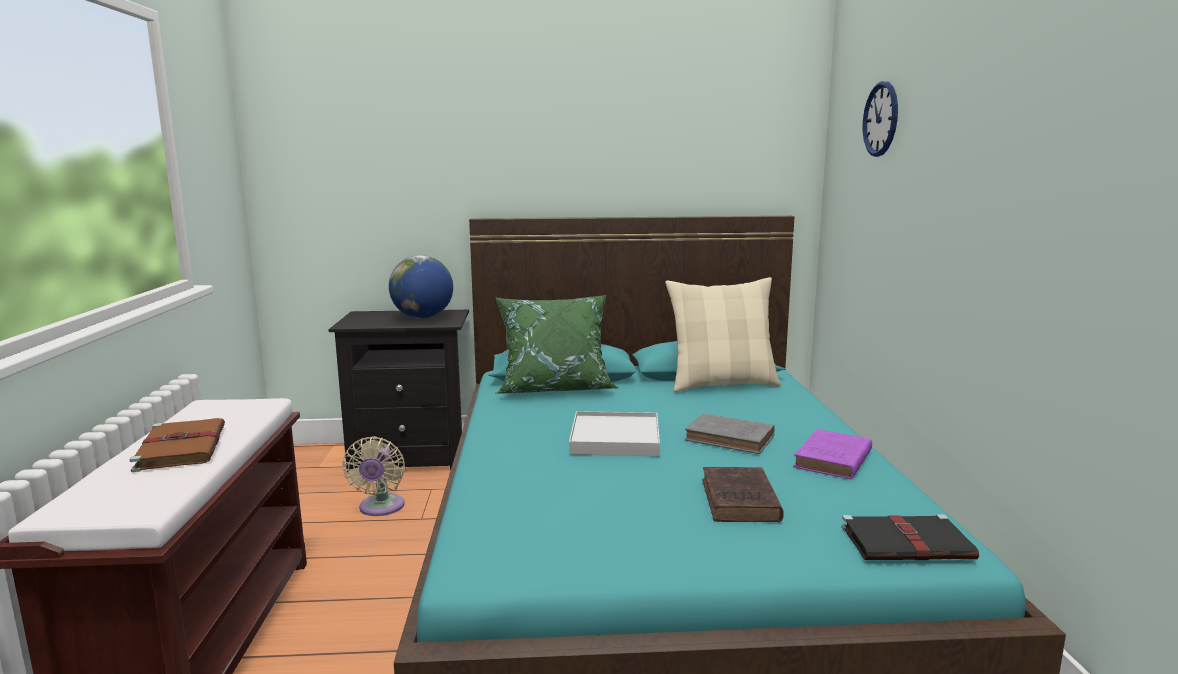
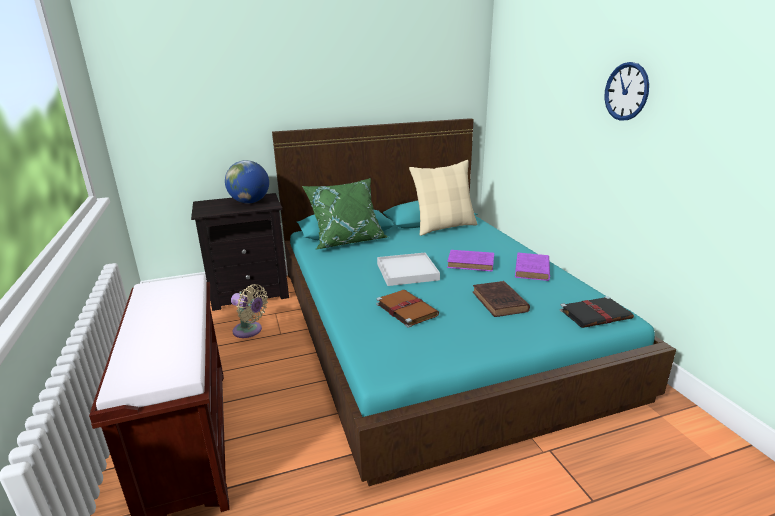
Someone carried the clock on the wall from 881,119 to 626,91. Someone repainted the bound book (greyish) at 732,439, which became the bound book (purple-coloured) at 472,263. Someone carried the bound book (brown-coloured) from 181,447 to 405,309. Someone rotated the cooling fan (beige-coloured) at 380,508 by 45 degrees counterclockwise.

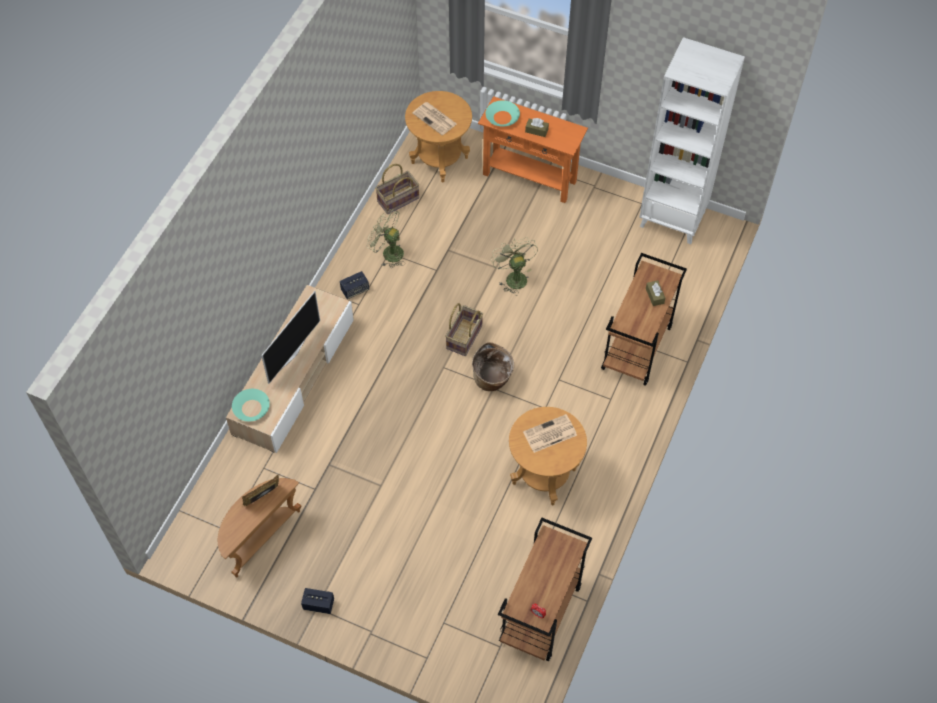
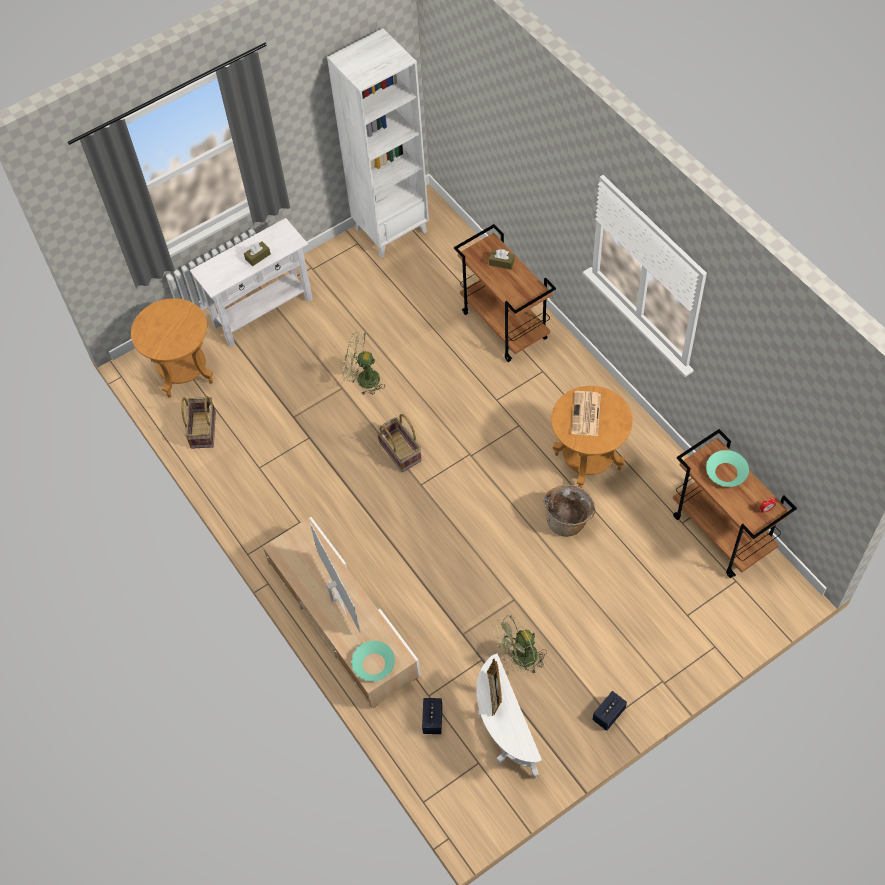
Someone repainted the console table (orange) at 529,178, which became the console table (white) at 263,312. Someone carried the bowl (turquoise) from 502,117 to 726,472. Someone took away the printed paper at 435,119. Someone carried the cooling fan (greenish) from 388,252 to 520,659. Someone carried the audio speaker from 355,290 to 432,720. Someone carried the basket from 492,380 to 568,521. Someone repainted the side table (brown-coloured) at 260,537, which became the side table (white) at 504,734.

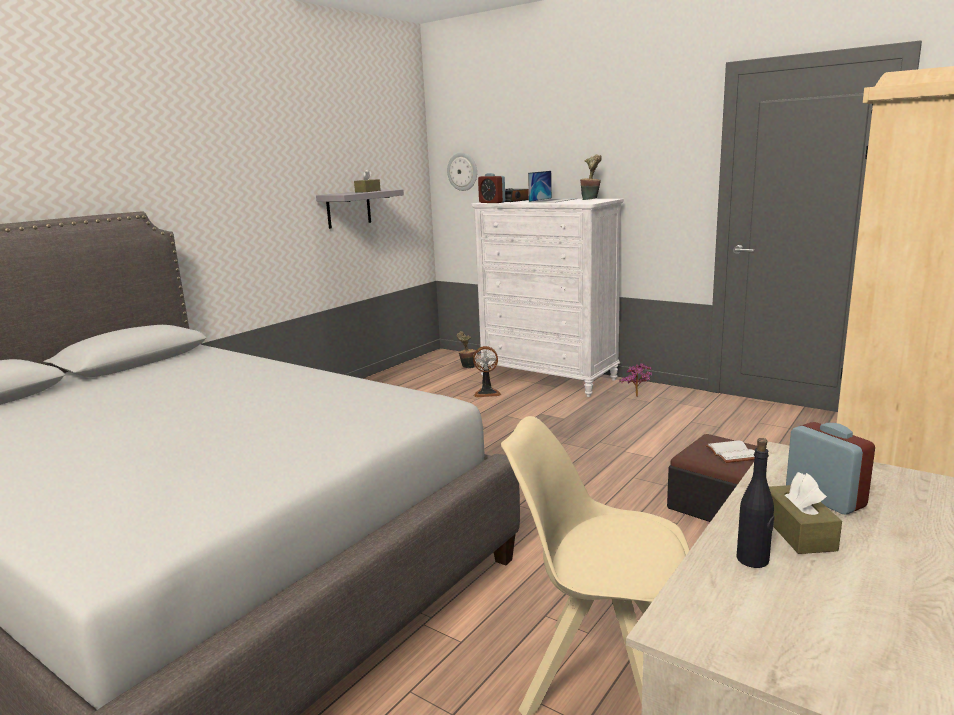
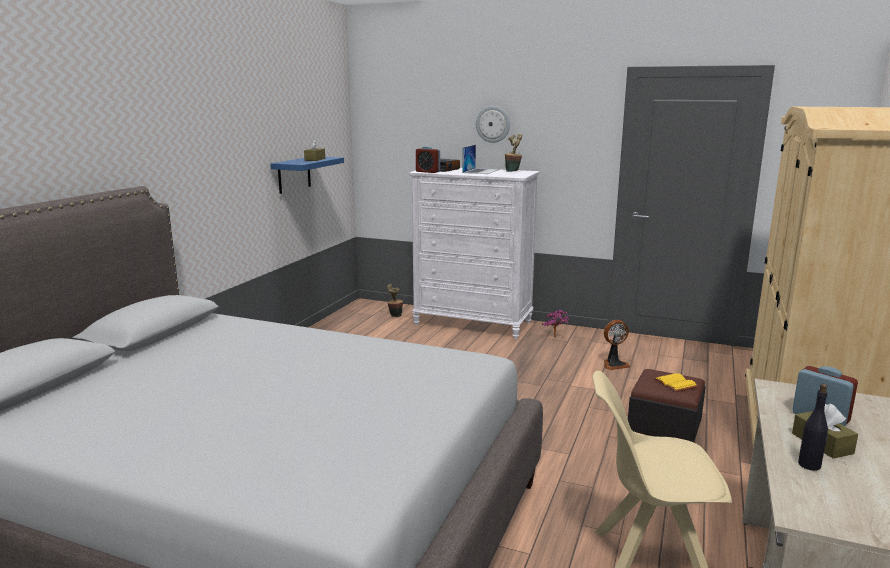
Someone carried the clock on the wall from 462,171 to 493,124. Someone repainted the bracket shelf (greyish) at 348,209, which became the bracket shelf (blue-coloured) at 294,174. Someone carried the cooling fan from 487,393 to 614,364. Someone repainted the bound book (white) at 730,453, which became the bound book (yellow-coloured) at 674,384.

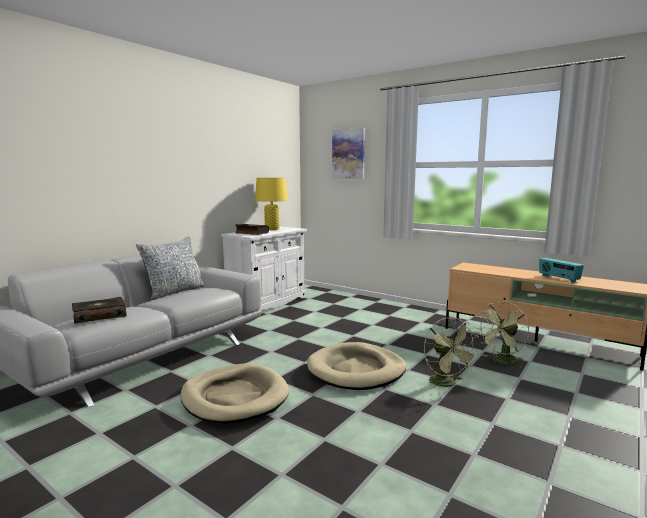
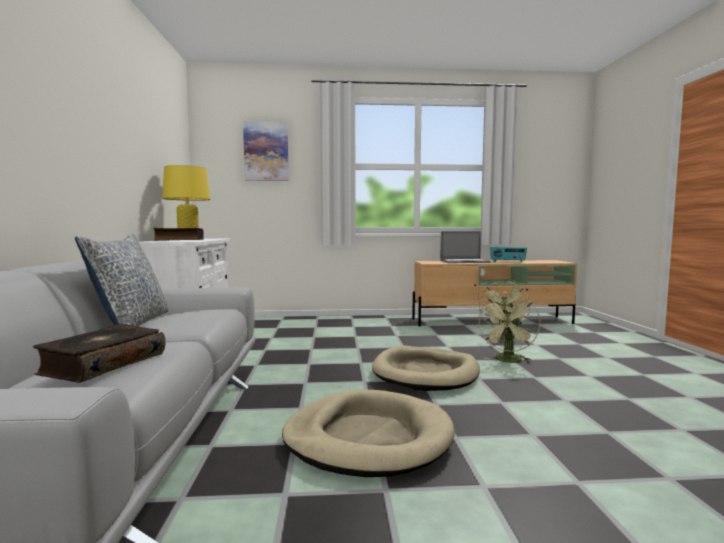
Someone rotated the cooling fan (greenish) at 447,384 by 90 degrees clockwise. Someone put down the laptop at 464,261.

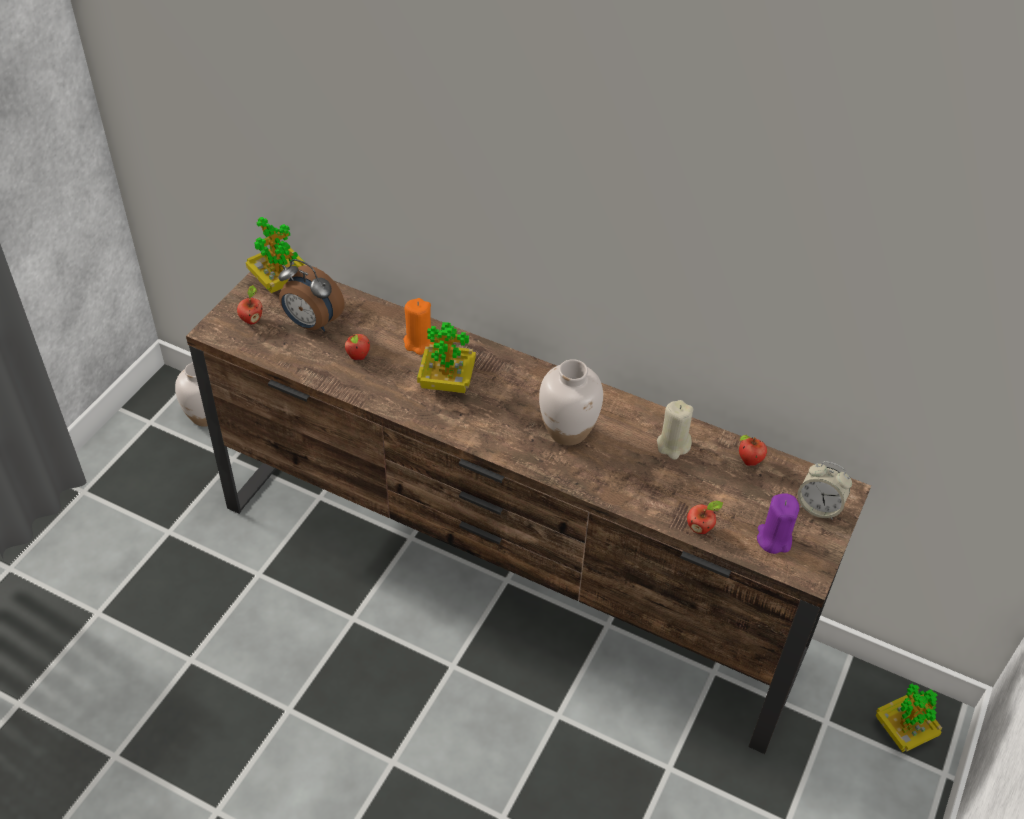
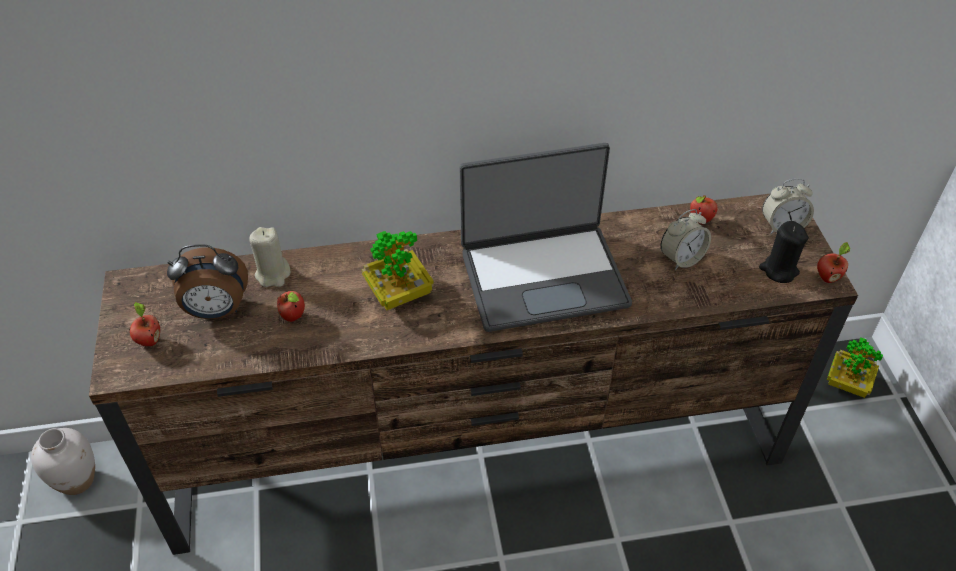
Someone took away the plant in a pot at 279,281. Someone took away the wax light (orange) at 419,342. Someone swapped the flower vase (white) at 568,431 for the laptop at 543,276. Someone carried the wax light (beige-coloured) from 673,445 to 273,274. Someone repainted the wax light (purple-coloured) at 773,539, which became the wax light (blackish) at 778,270. Someone carried the apple from 700,528 to 827,277. Someone put down the bedside clock at 681,258.

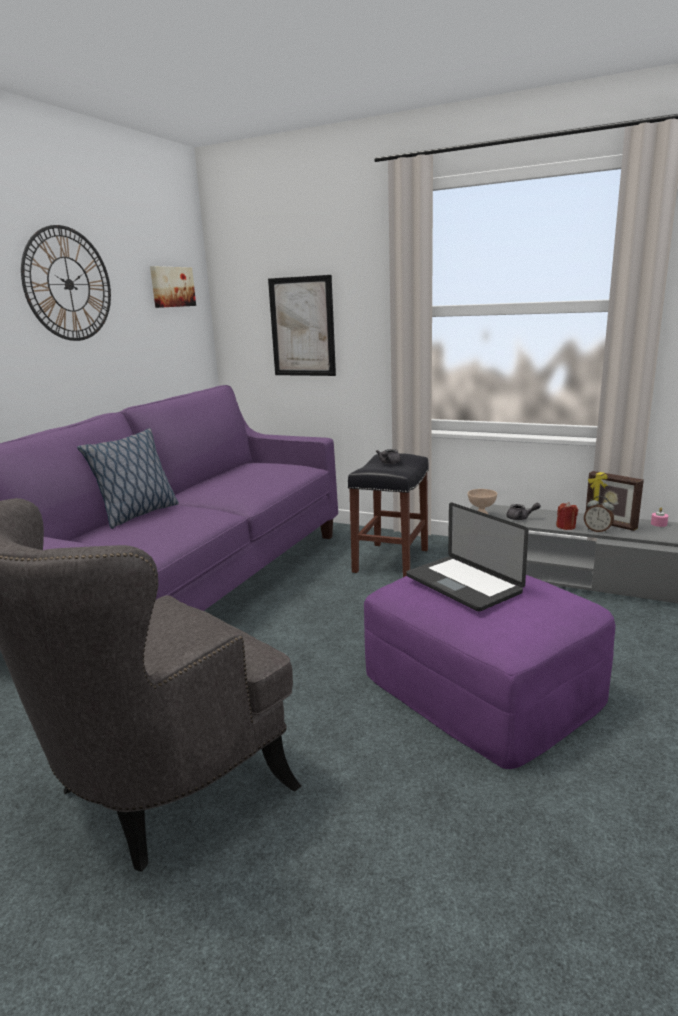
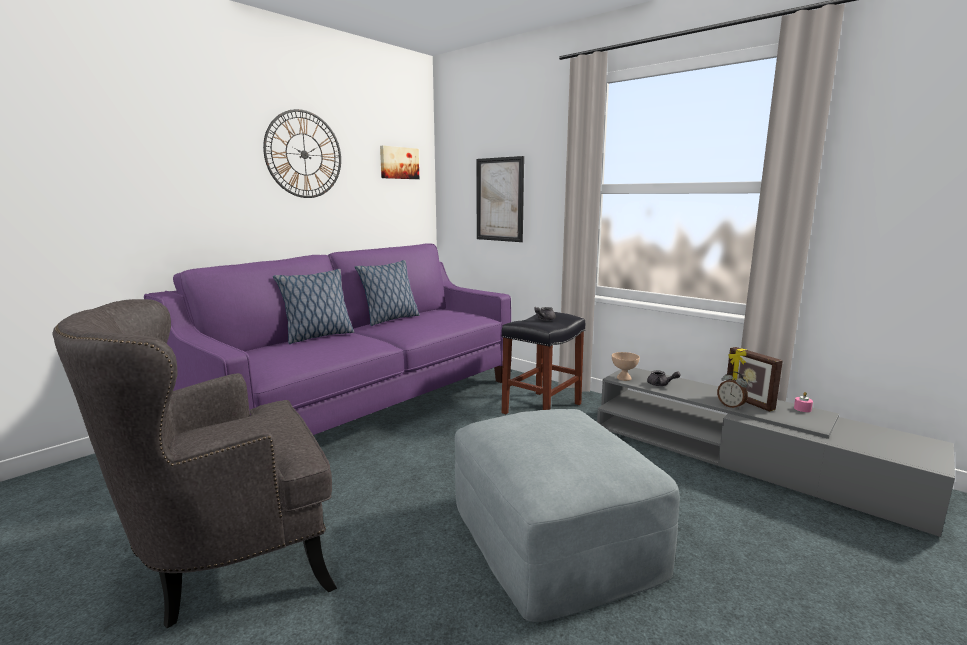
Someone took away the laptop at 463,584. Someone took away the wax light (reddish) at 566,527. Someone repainted the footrest (purple-coloured) at 482,686, which became the footrest (greyish) at 553,535. Someone put down the throw pillow at 390,319.

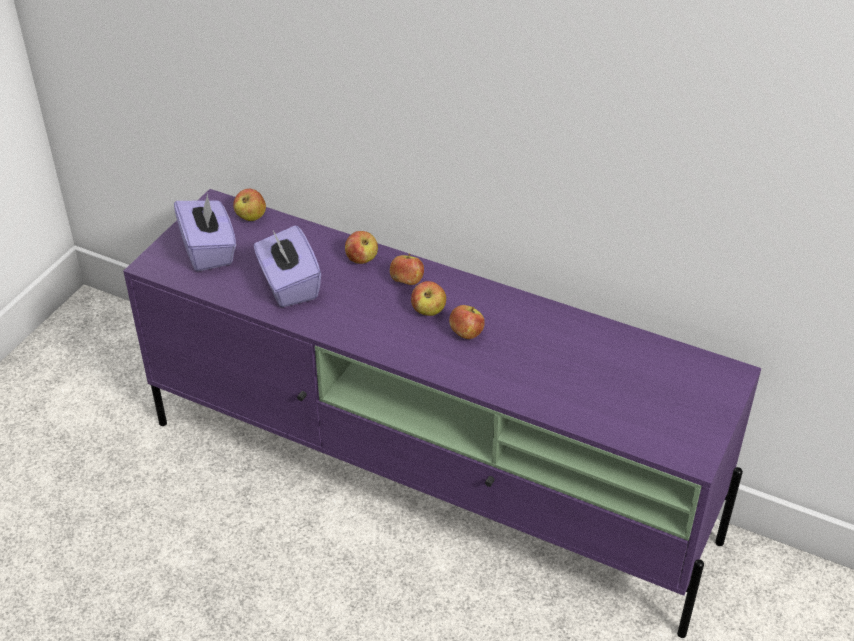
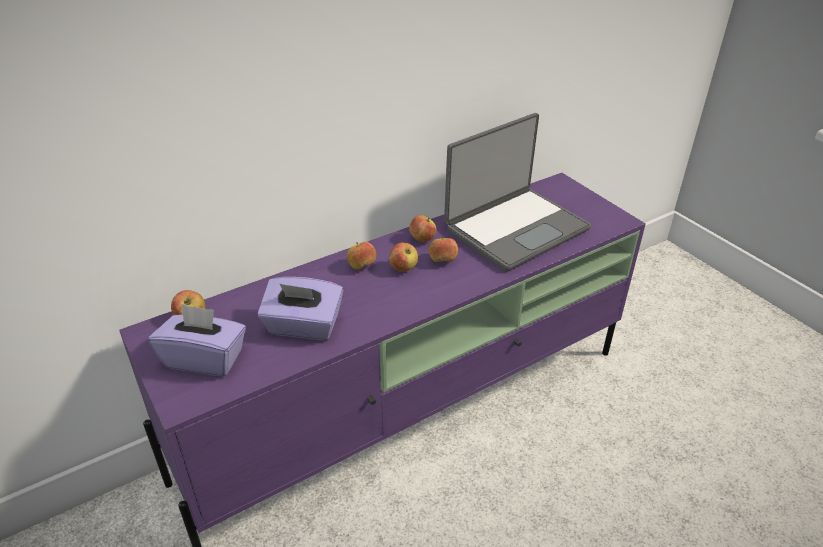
Someone carried the apple from 362,259 to 422,239. Someone put down the laptop at 515,229.

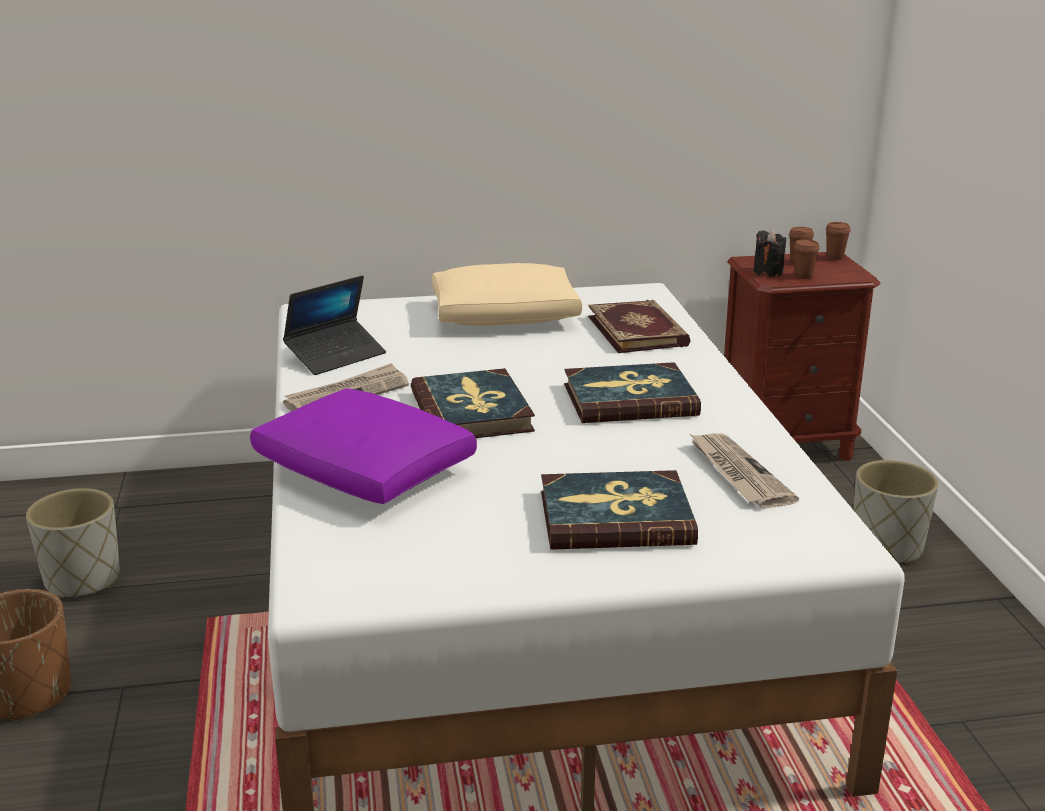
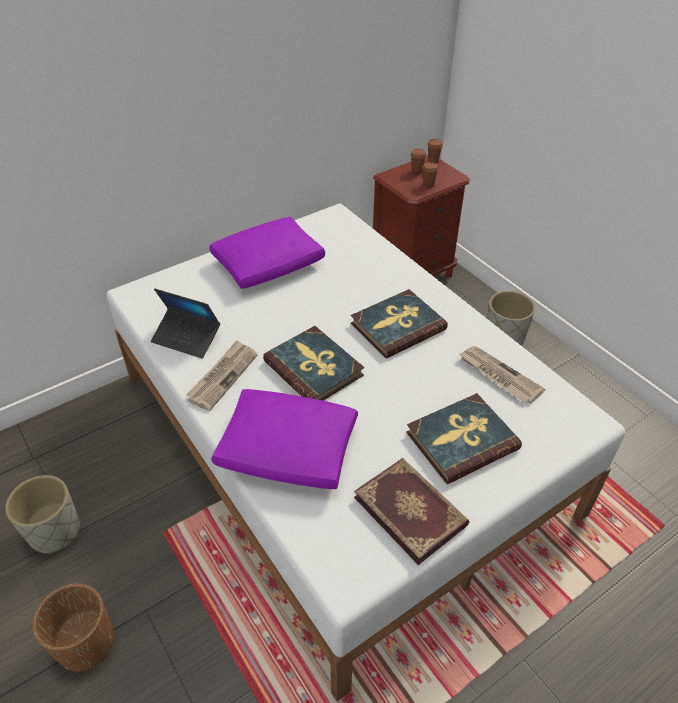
Someone took away the wax light (blackish) at 768,272. Someone repainted the throw pillow (beige-coloured) at 506,316, which became the throw pillow (purple-coloured) at 269,263. Someone rotated the laptop at 336,356 by 90 degrees clockwise. Someone carried the bound book from 639,331 to 411,510.

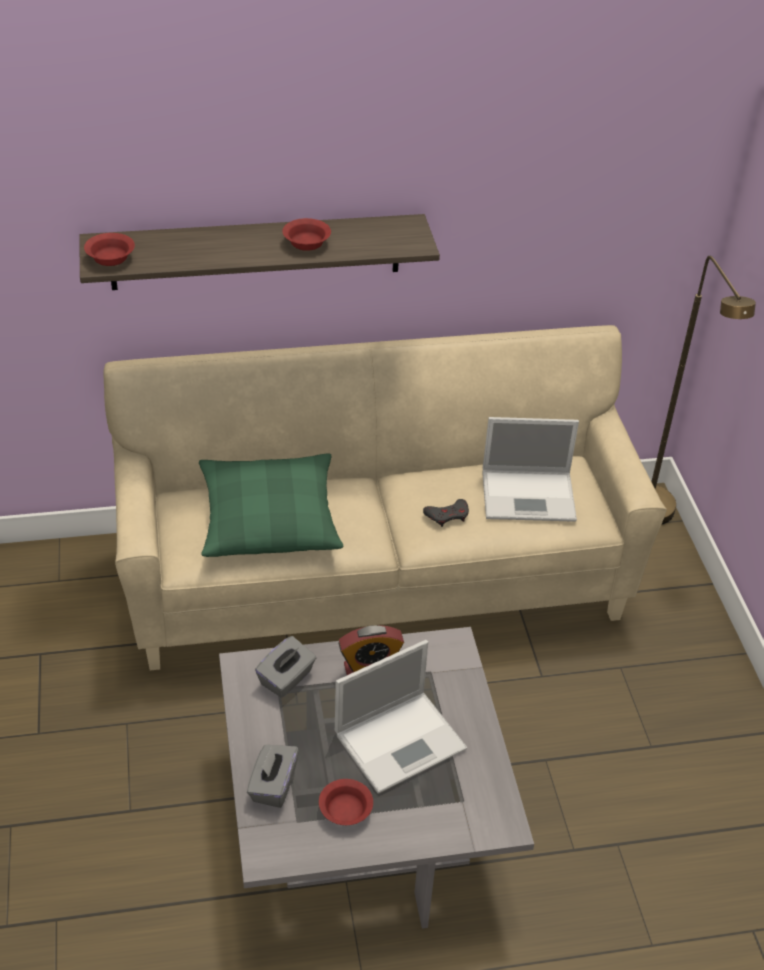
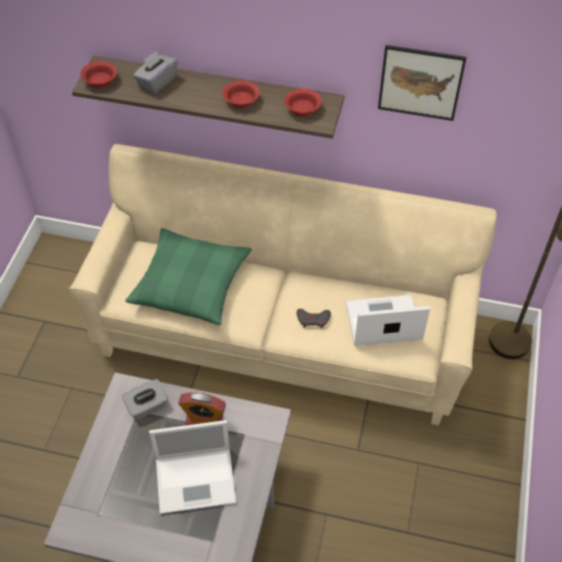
Someone rotated the laptop at 530,495 by 150 degrees clockwise. Someone carried the box of tissues (greyish) from 273,786 to 157,82. Someone carried the bowl (reddish) from 346,811 to 303,109. Someone put up the wall art at 420,82.

